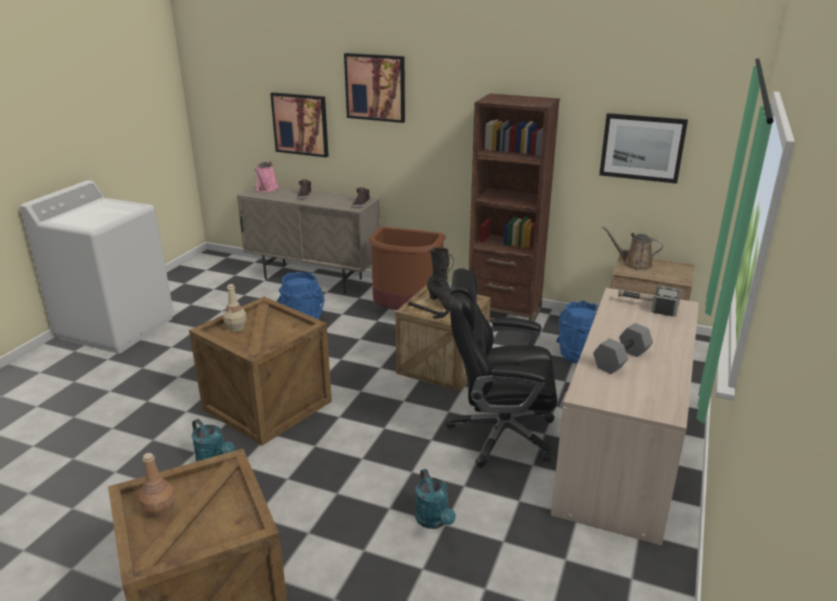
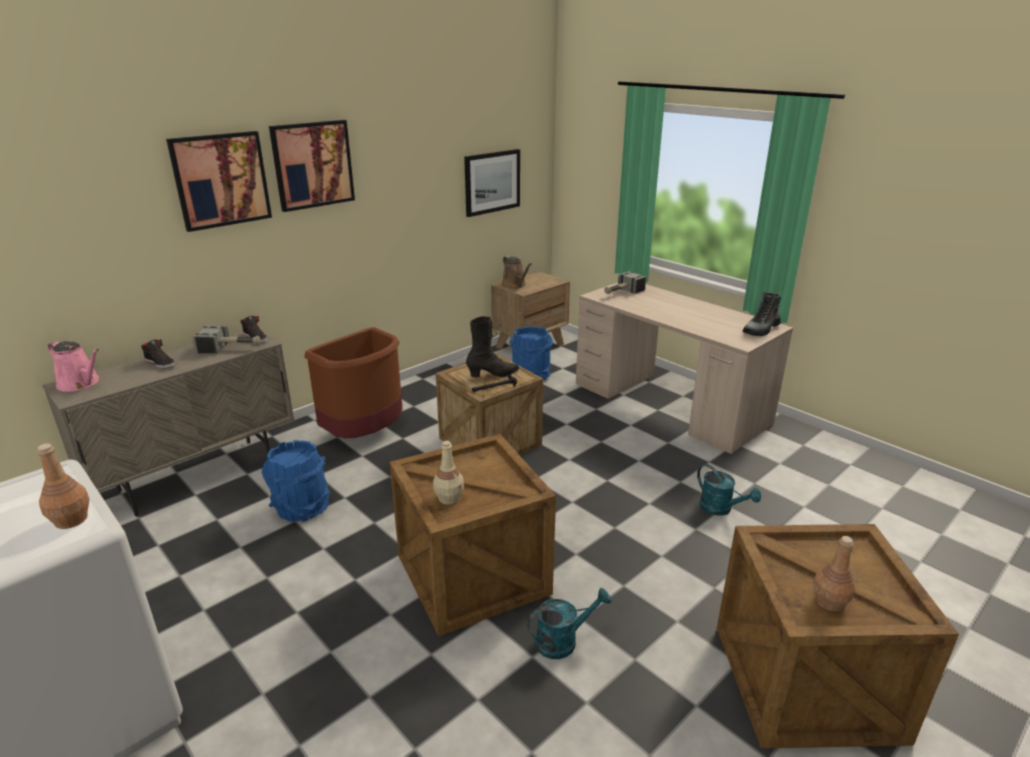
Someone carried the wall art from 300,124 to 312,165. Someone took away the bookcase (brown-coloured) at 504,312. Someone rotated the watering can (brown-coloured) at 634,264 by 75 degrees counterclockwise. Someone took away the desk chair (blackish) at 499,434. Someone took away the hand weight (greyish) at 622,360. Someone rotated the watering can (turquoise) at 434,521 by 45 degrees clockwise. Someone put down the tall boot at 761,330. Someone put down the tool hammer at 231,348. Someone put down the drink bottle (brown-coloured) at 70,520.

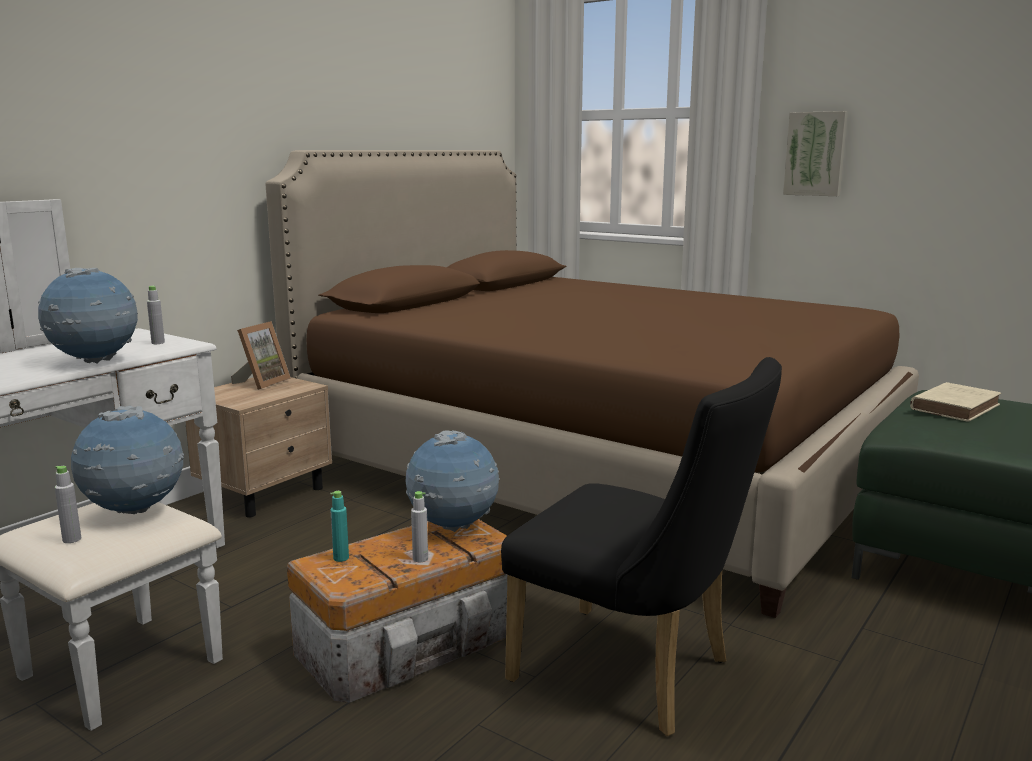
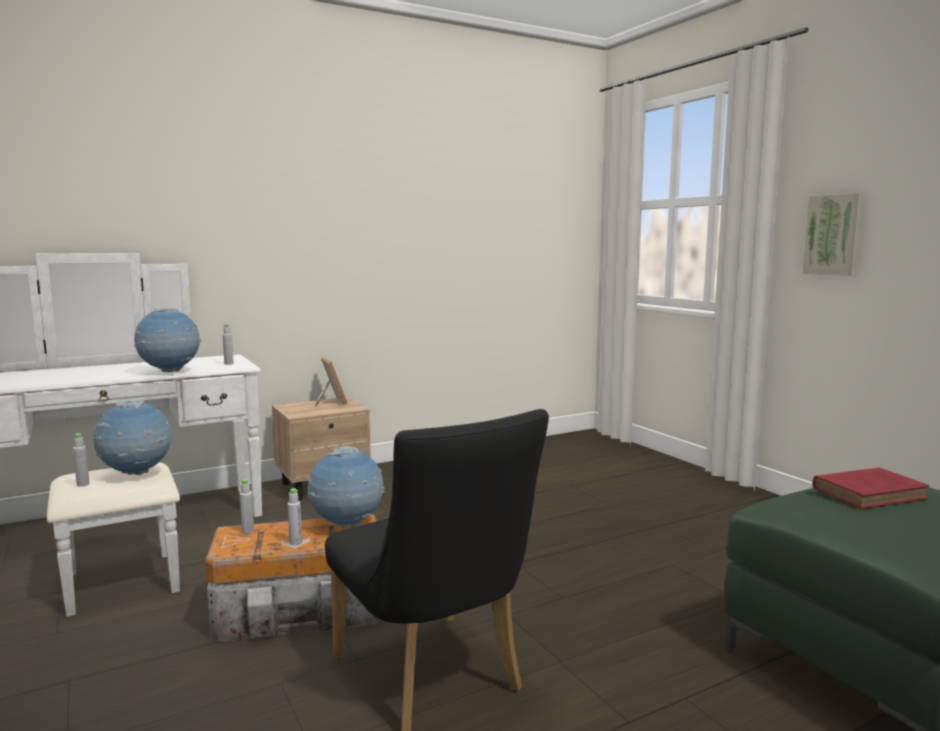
Someone took away the sleeping bed (brown-coloured) at 595,467. Someone rotated the standing frame at 262,383 by 75 degrees counterclockwise. Someone repainted the bound book (beige-coloured) at 956,407, which became the bound book (reddish) at 871,493. Someone repainted the drink bottle (turquoise) at 341,558, which became the drink bottle (greyish) at 248,531.

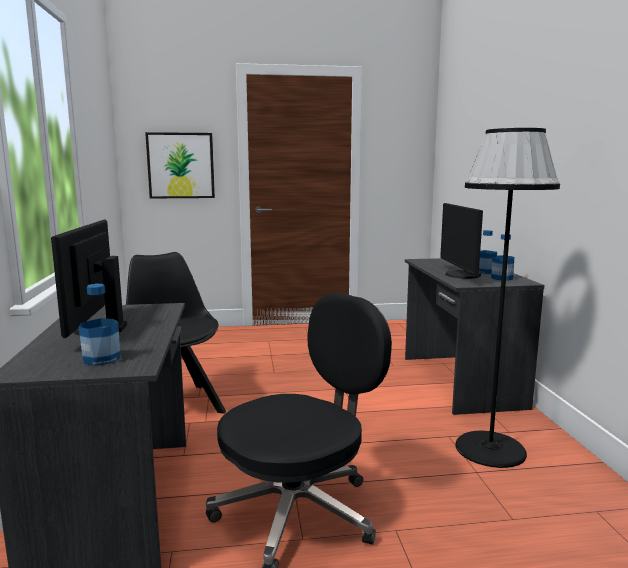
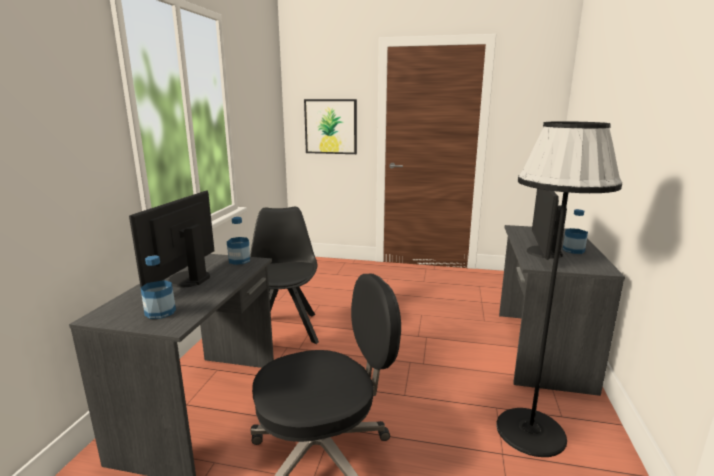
Someone carried the drink bottle from 502,278 to 239,260.

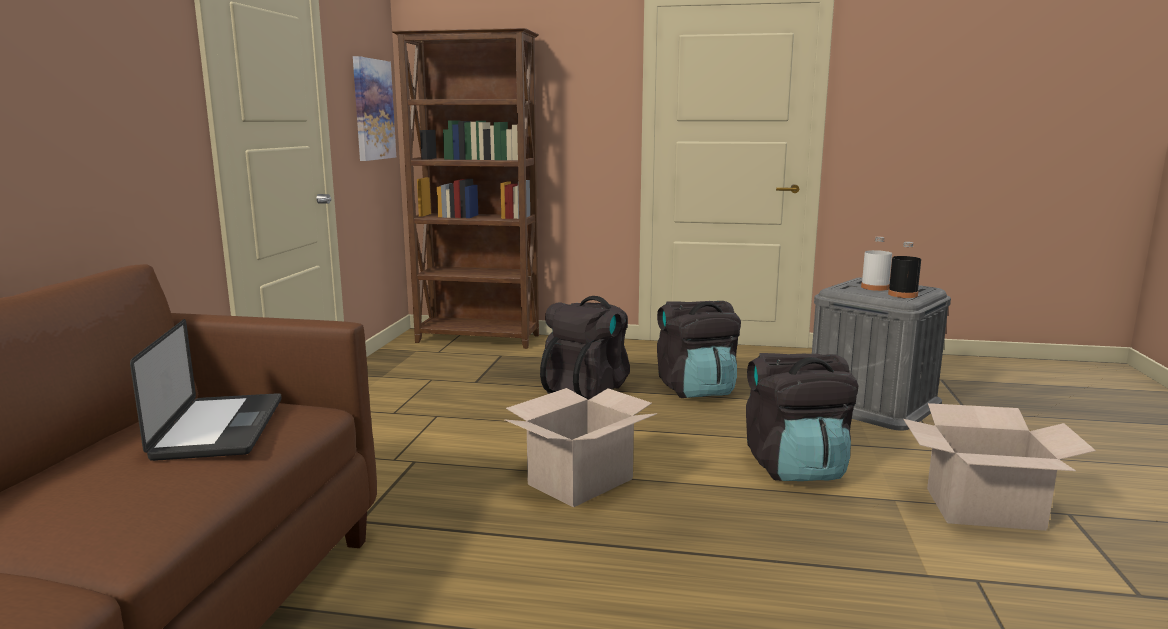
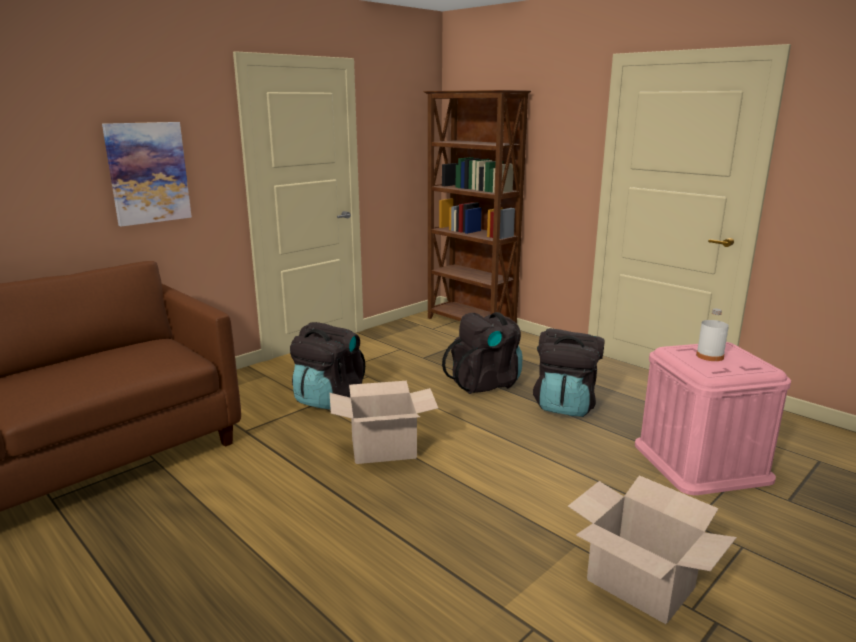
Someone carried the wall art from 373,109 to 148,173. Someone took away the drink bottle (blackish) at 902,294. Someone repainted the storage box (greyish) at 871,403, which became the storage box (pink-coloured) at 701,461. Someone took away the laptop at 219,428. Someone carried the knapsack (blackish) from 795,467 to 328,398.

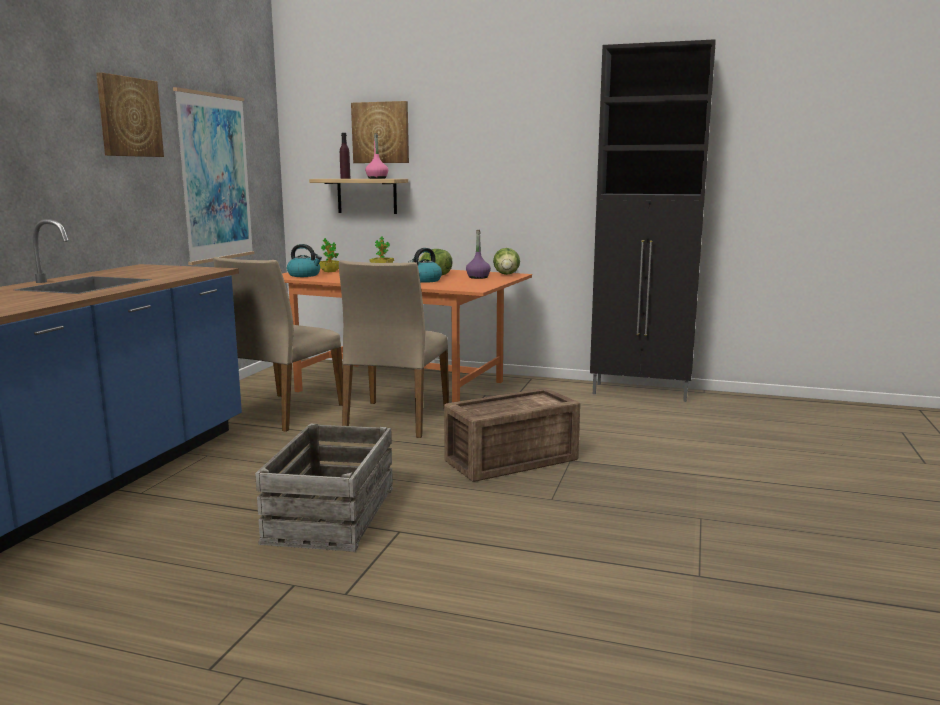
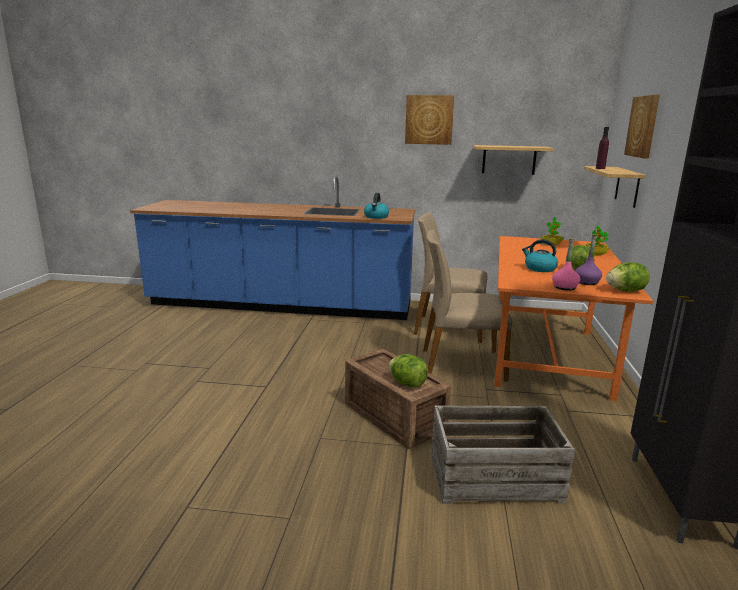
Someone swapped the wall art at 215,178 for the bracket shelf at 509,160. Someone carried the drink bottle (pink-coloured) from 377,178 to 564,287. Someone carried the water kettle from 304,275 to 376,217. Someone carried the packing crate from 332,515 to 494,477. Someone put down the head of lettuce at 407,384.

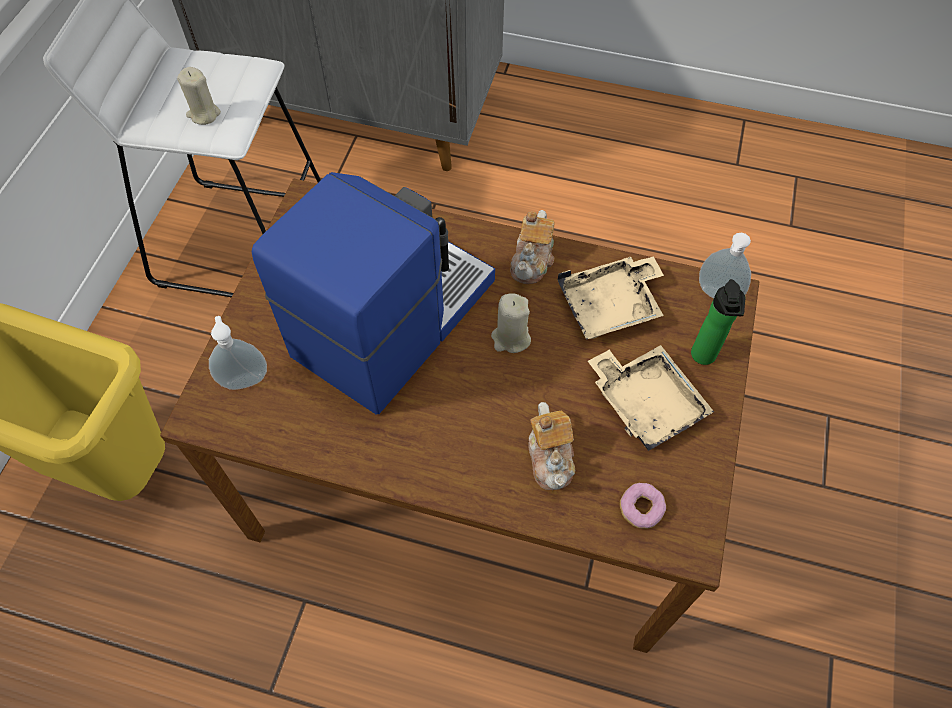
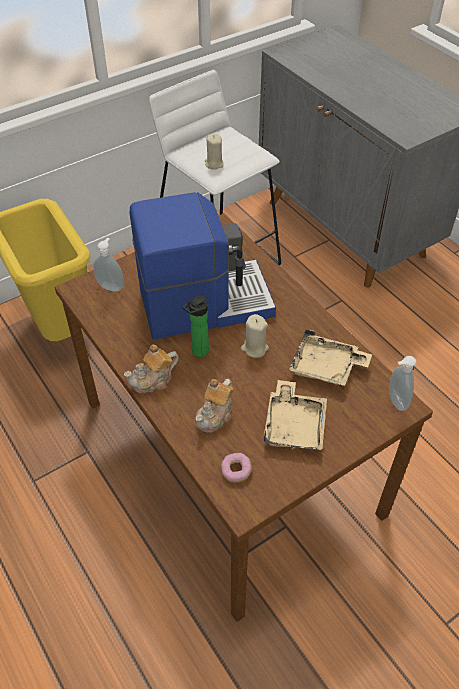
Someone carried the pot for tea from 532,261 to 153,380. Someone carried the drink bottle from 703,358 to 198,352.

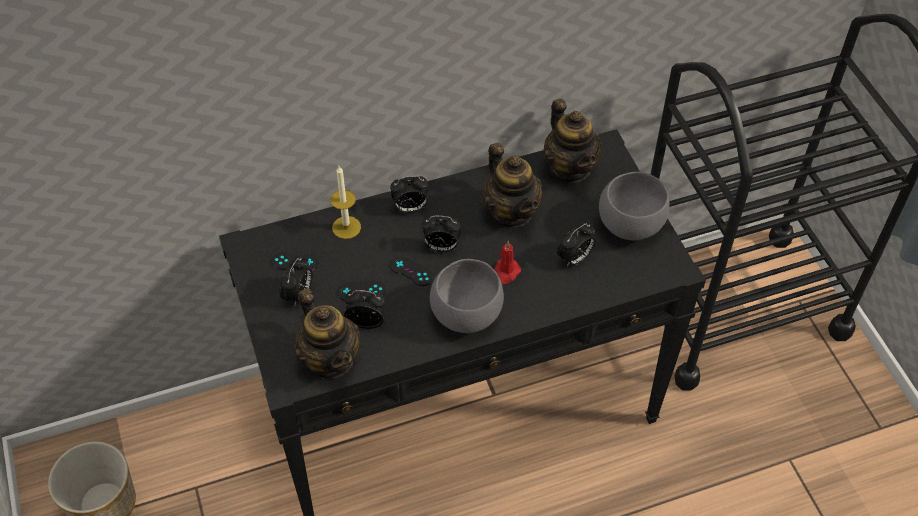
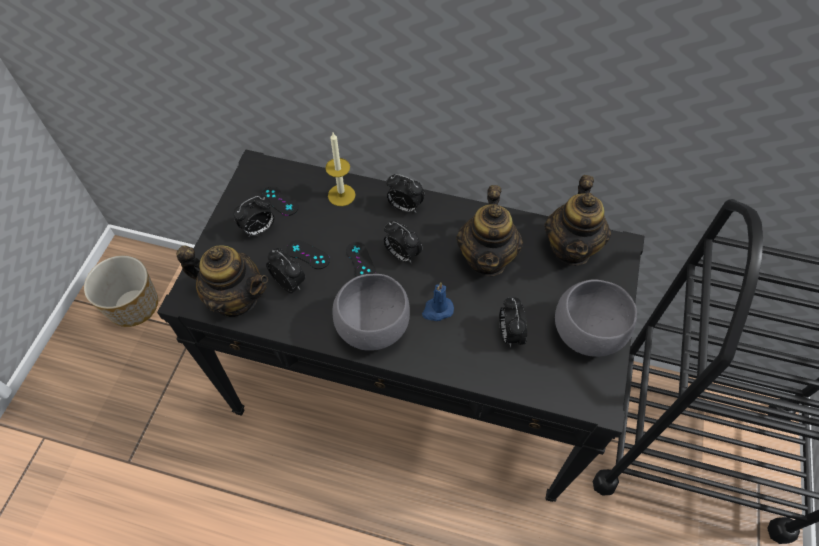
Someone rotated the bedside clock at 575,258 by 90 degrees clockwise. Someone repainted the wax light (reddish) at 505,273, which became the wax light (blue-coloured) at 437,310. Someone rotated the pot for tea at 330,359 by 75 degrees counterclockwise.

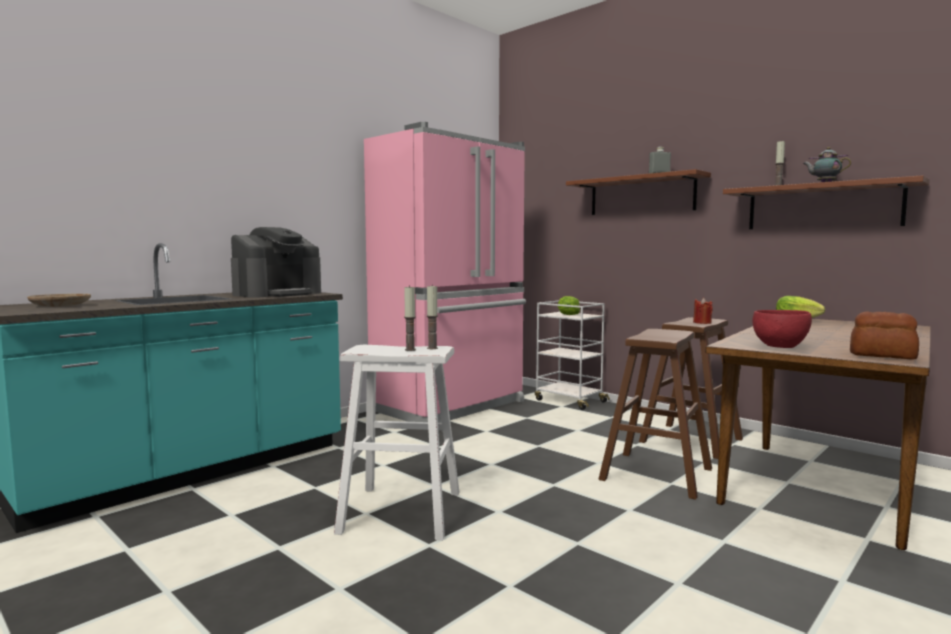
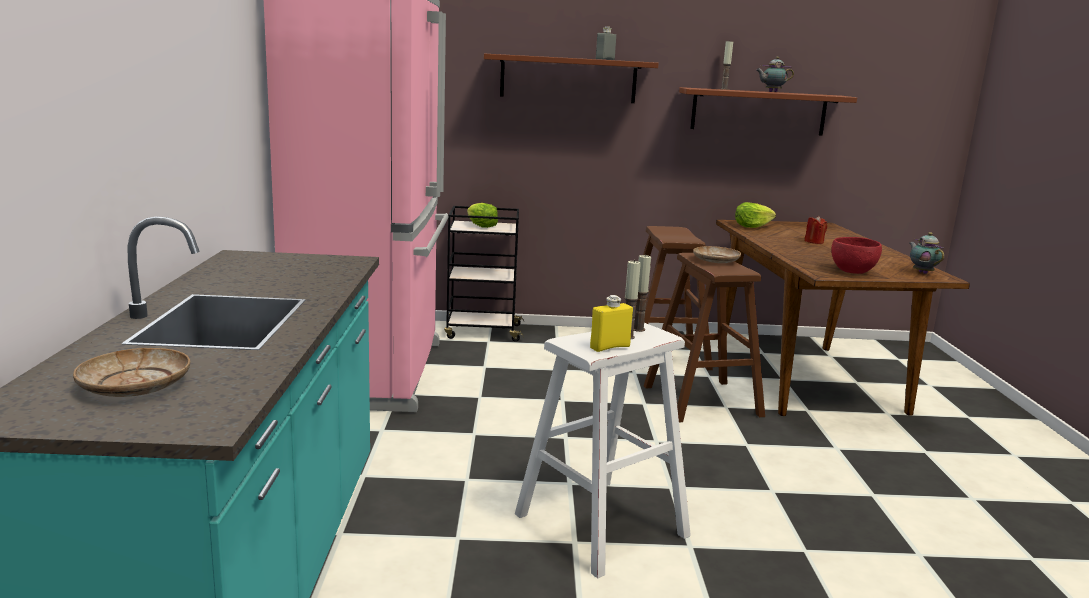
Someone took away the coffee machine at 277,294. Someone carried the wax light (reddish) from 702,322 to 814,242. Someone repainted the cart (white) at 569,401, which became the cart (blackish) at 482,331. Someone swapped the bread at 883,355 for the pot for tea at 921,272. Someone put down the dinner plate (beige-coloured) at 716,260. Someone put down the drink bottle (yellow-coloured) at 610,347.

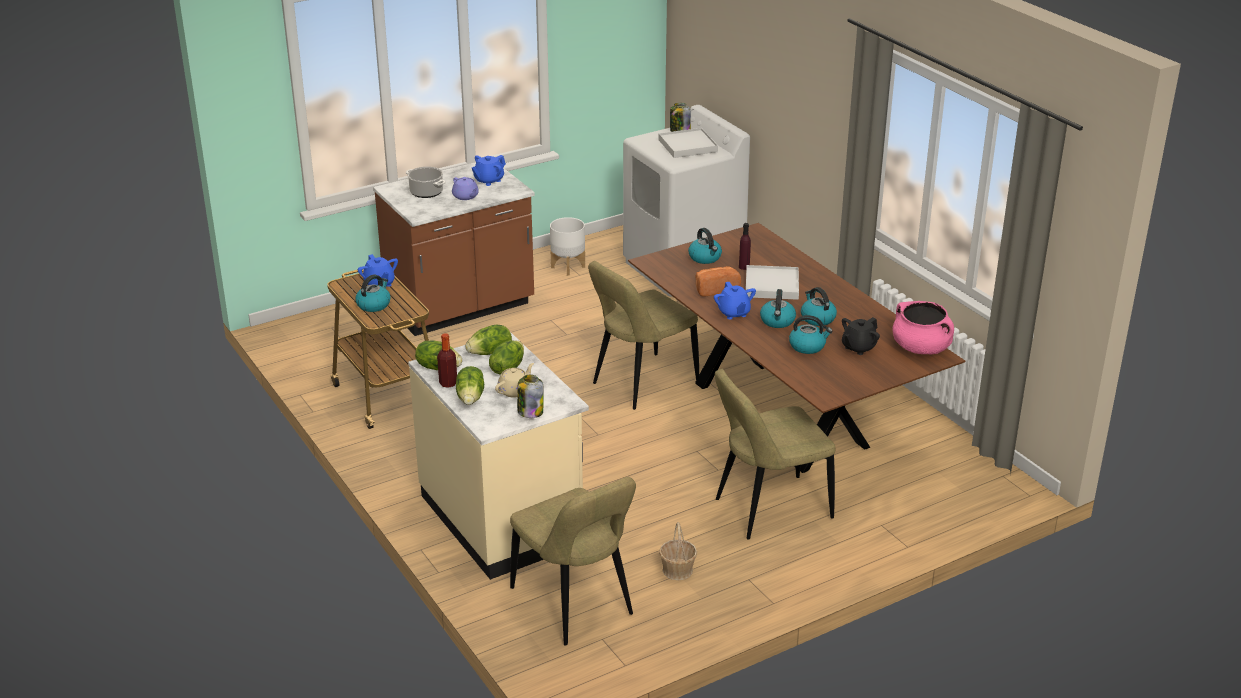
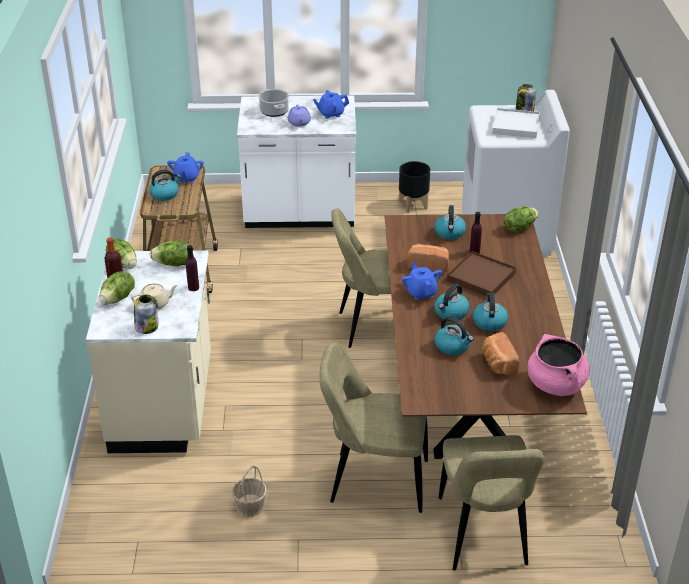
Someone repainted the kitchen base unit (brown-coloured) at 460,308, which became the kitchen base unit (white) at 300,215. Someone repainted the plant pot (white) at 568,267, which became the plant pot (blackish) at 413,205. Someone repainted the carrying tray (white) at 772,285, which became the carrying tray (brown-coloured) at 481,277. Someone rotated the pot for tea (blue-coloured) at 733,313 by 150 degrees clockwise. Someone swapped the pot for tea (blackish) at 858,347 for the bread at 497,363. Someone carried the head of lettuce from 507,368 to 519,227. Someone carried the chair (beige-coloured) from 575,605 to 483,535. Someone put down the drink bottle (purple-coloured) at 193,287.

